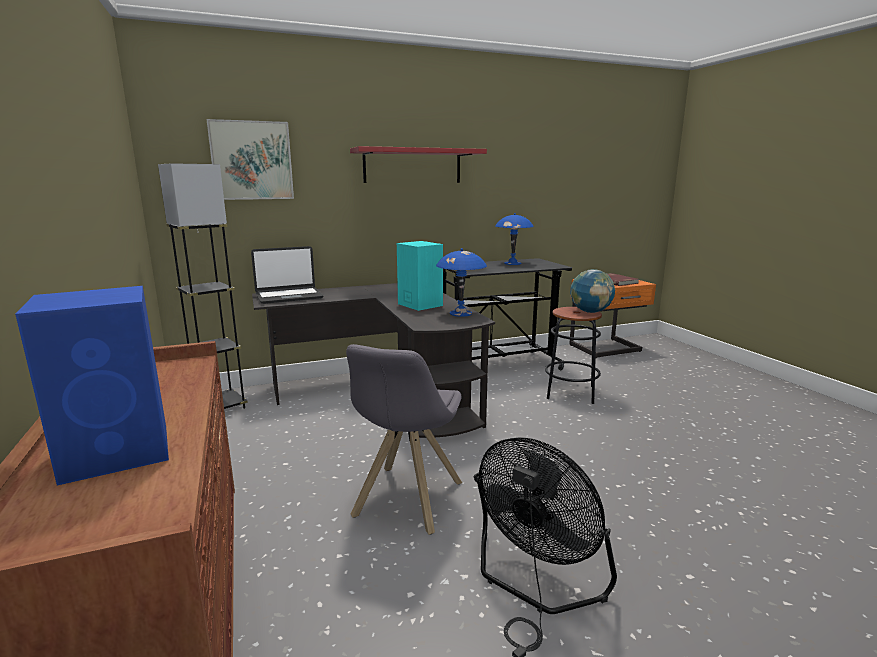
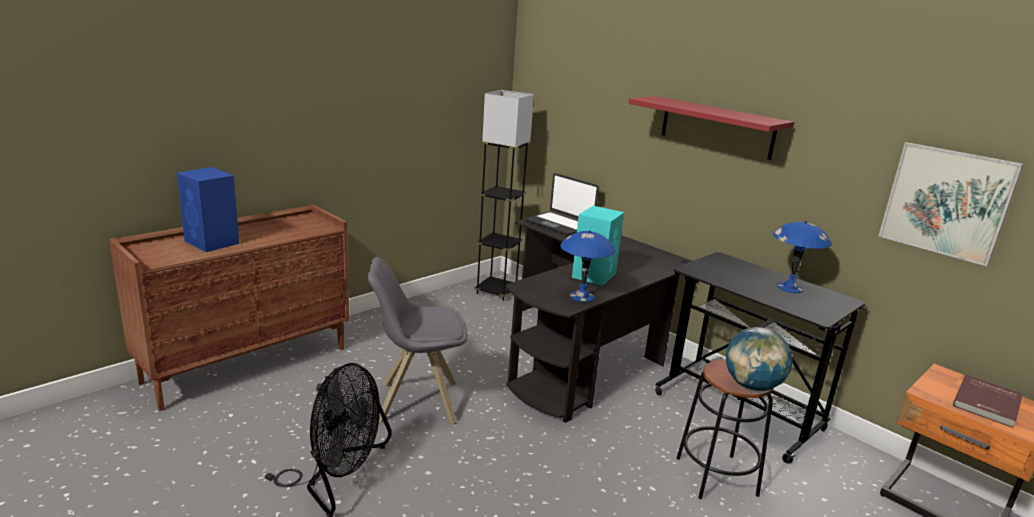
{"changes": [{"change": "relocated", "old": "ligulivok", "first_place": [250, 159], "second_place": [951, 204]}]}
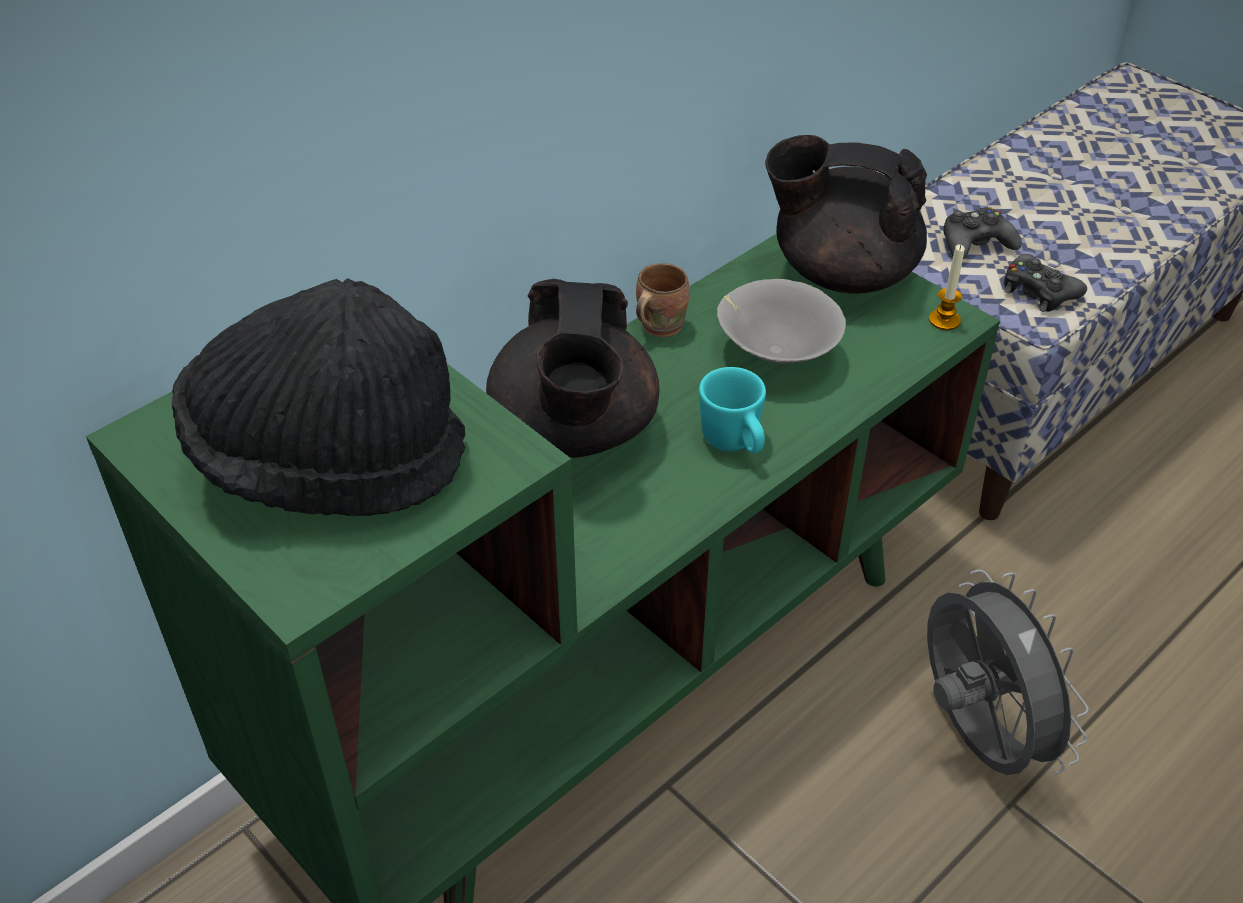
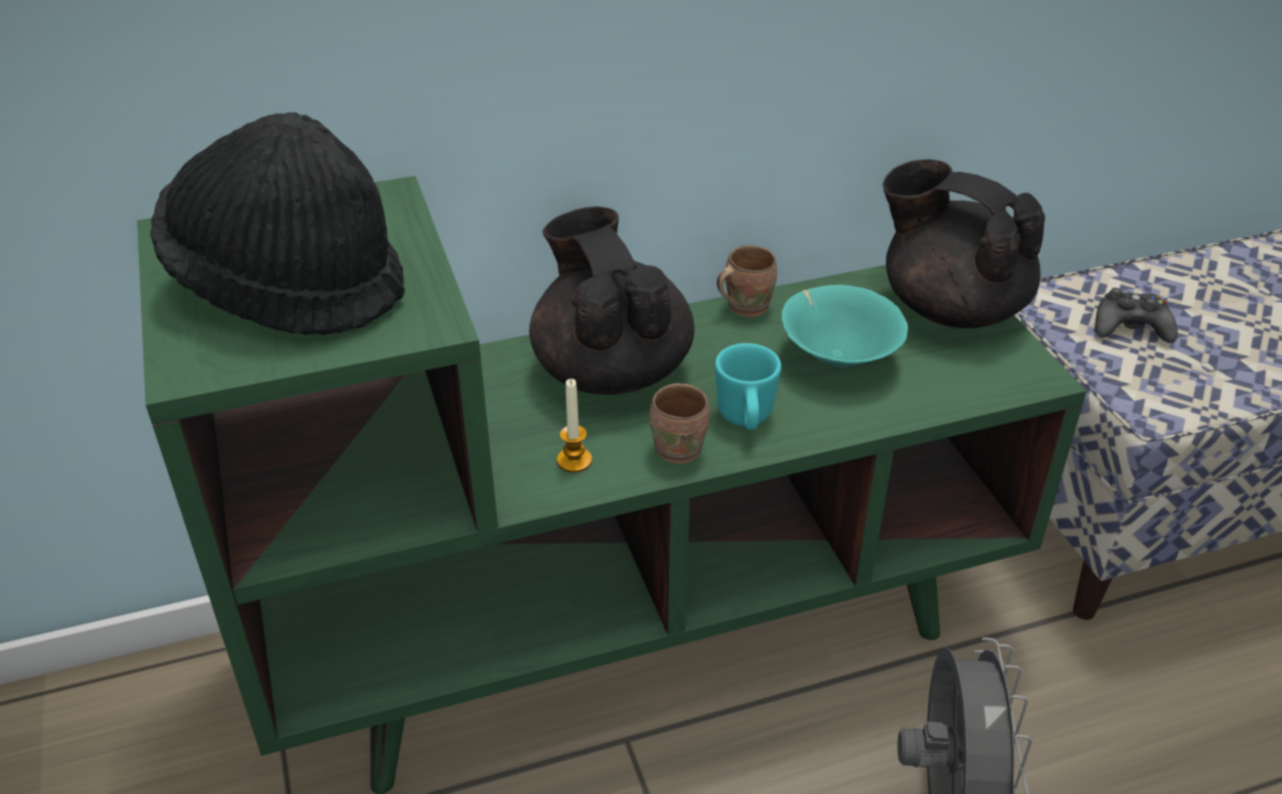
{"changes": [{"change": "relocated", "old": "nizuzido", "first_place": [947, 287], "second_place": [574, 426]}, {"change": "missing", "old": "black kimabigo", "first_place": [1045, 283]}, {"change": "spun", "old": "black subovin", "first_place": [572, 368], "second_place": [612, 301], "degrees": 135}, {"change": "colour", "old": "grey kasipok", "new": "turquoise kasipok", "first_place": [781, 321], "second_place": [844, 326]}, {"change": "appeared", "new": "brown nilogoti", "second_place": [679, 423]}]}
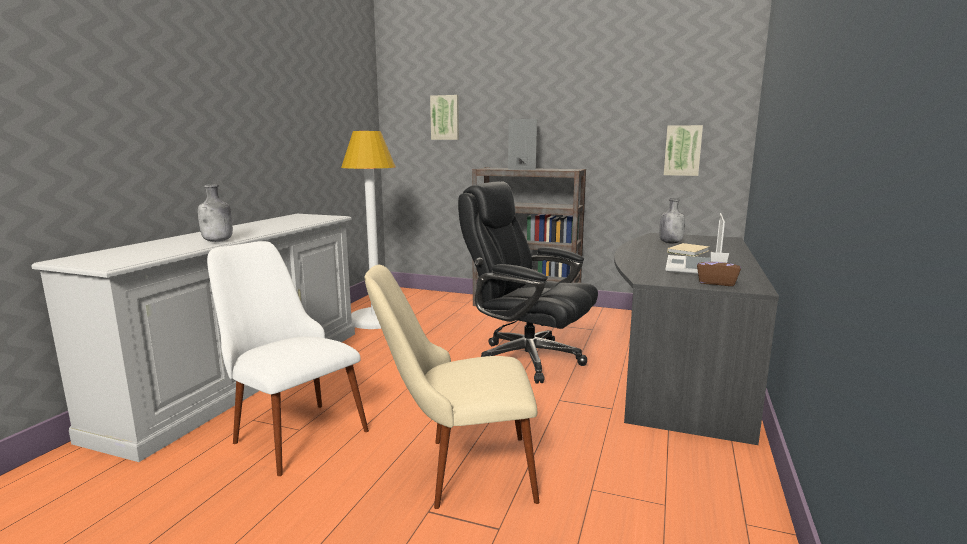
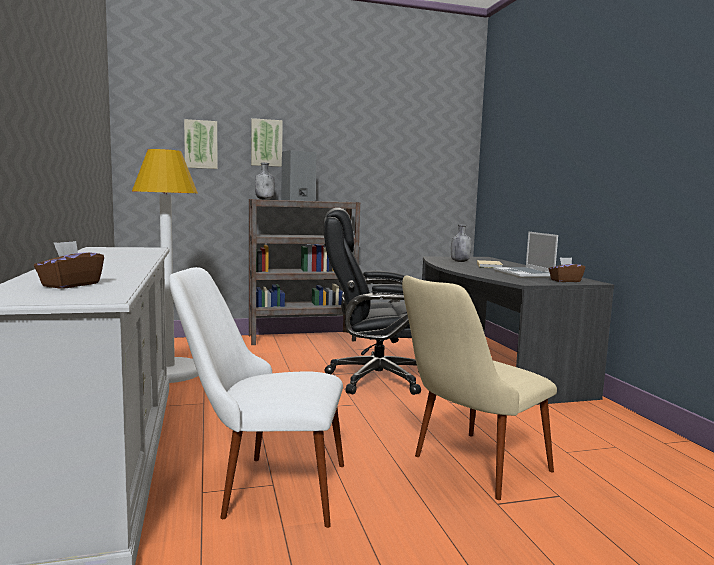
{"changes": [{"change": "relocated", "old": "ligulivok", "first_place": [683, 150], "second_place": [267, 142]}, {"change": "relocated", "old": "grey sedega", "first_place": [215, 213], "second_place": [265, 181]}, {"change": "appeared", "new": "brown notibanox", "second_place": [69, 265]}]}
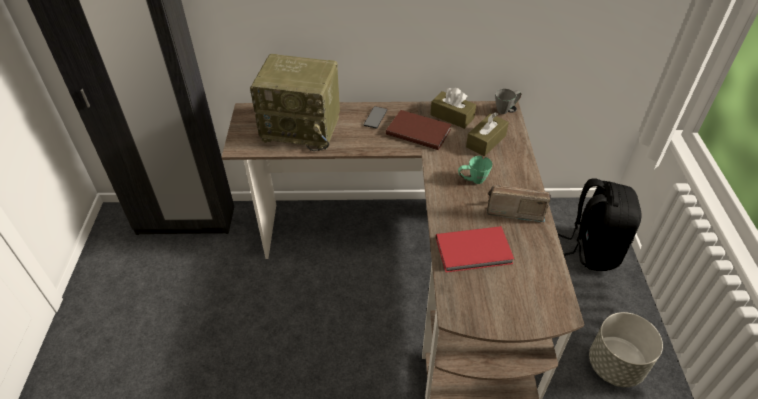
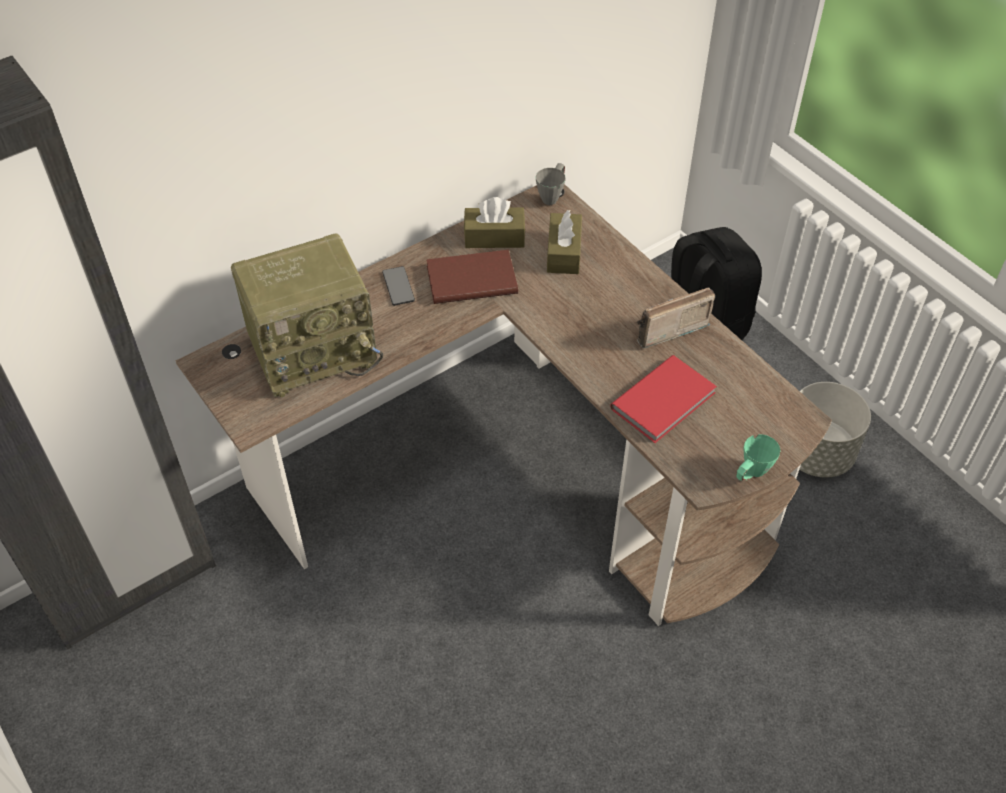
{"changes": [{"change": "relocated", "old": "green nilogoti", "first_place": [475, 170], "second_place": [758, 457]}]}
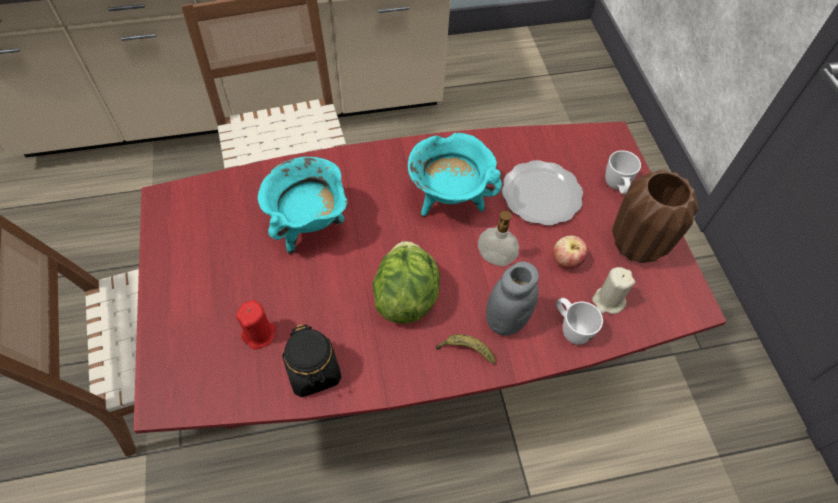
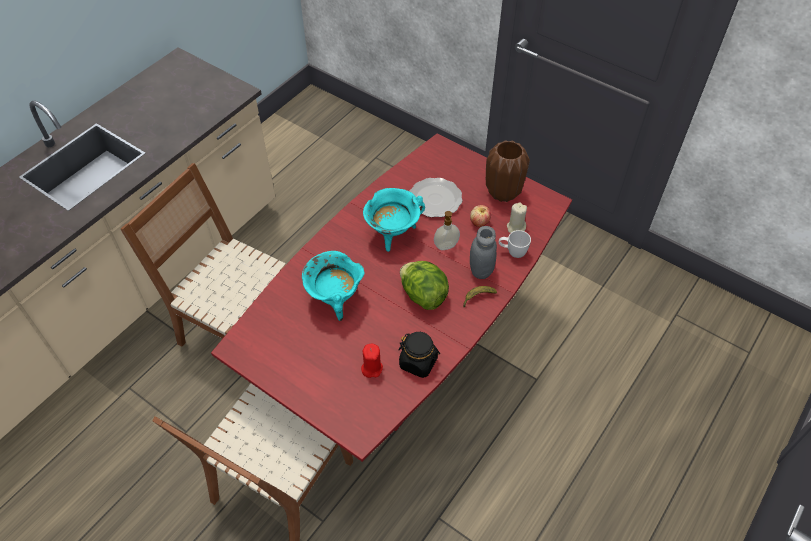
{"changes": [{"change": "missing", "old": "white nilogoti", "first_place": [623, 172]}]}
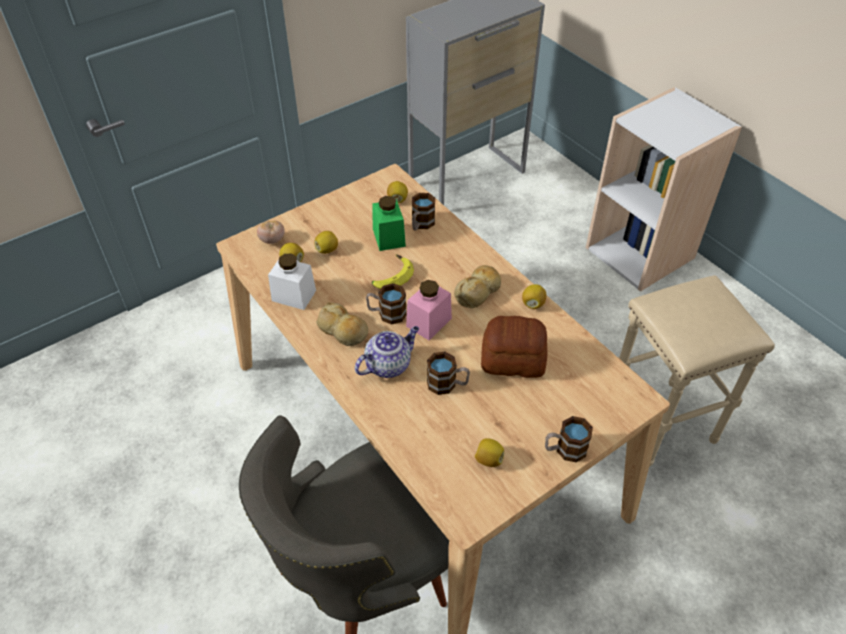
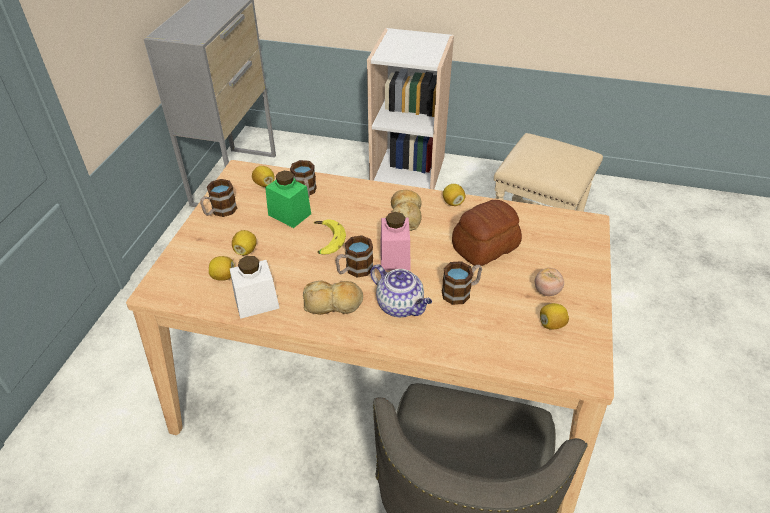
{"changes": [{"change": "relocated", "old": "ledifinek", "first_place": [271, 232], "second_place": [549, 282]}, {"change": "spun", "old": "subovin", "first_place": [387, 352], "second_place": [401, 290], "degrees": 120}, {"change": "relocated", "old": "nilogoti", "first_place": [569, 439], "second_place": [218, 198]}]}
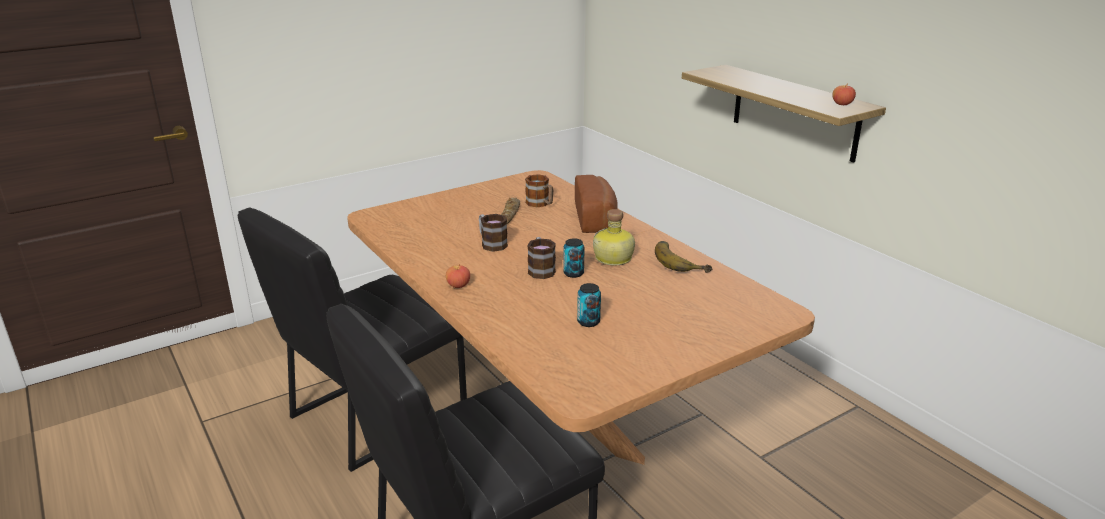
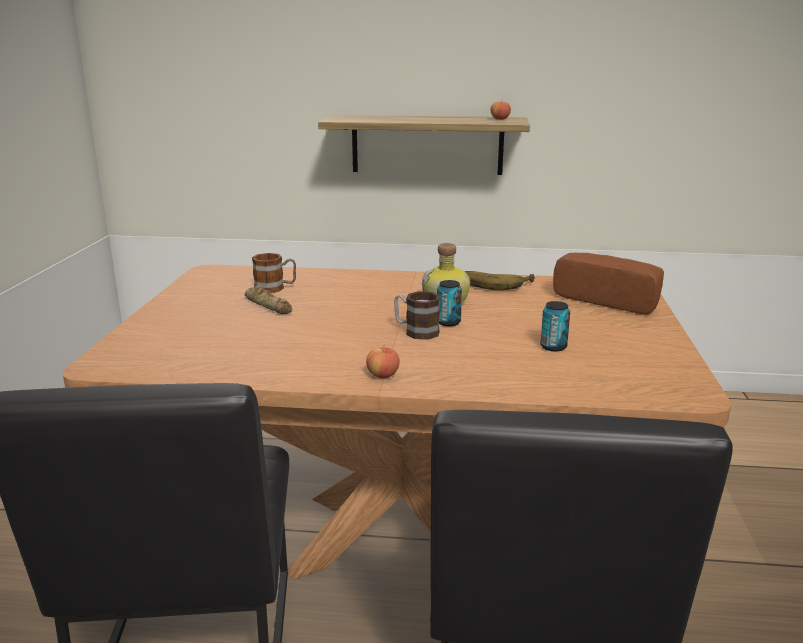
{"changes": [{"change": "relocated", "old": "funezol", "first_place": [596, 204], "second_place": [608, 283]}, {"change": "missing", "old": "nilogoti", "first_place": [493, 233]}]}
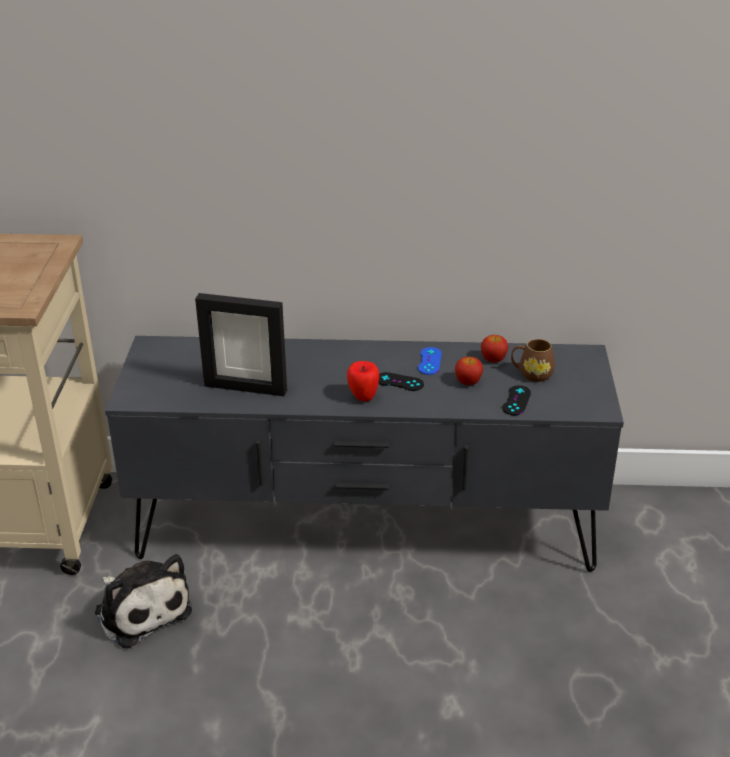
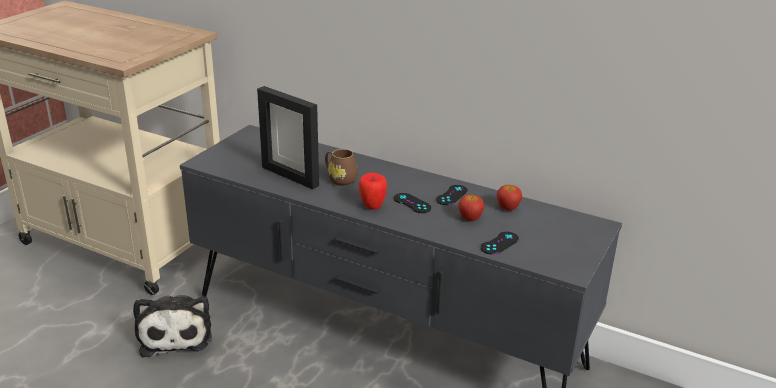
{"changes": [{"change": "relocated", "old": "brown nilogoti", "first_place": [533, 360], "second_place": [341, 167]}, {"change": "colour", "old": "blue kimabigo", "new": "black kimabigo", "first_place": [430, 361], "second_place": [452, 195]}]}
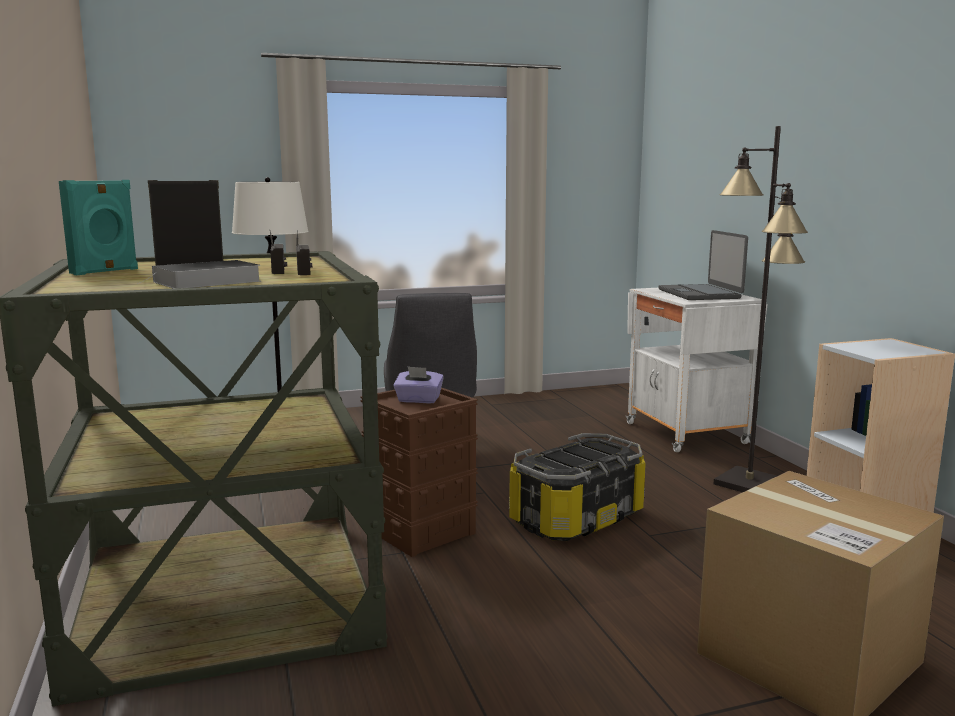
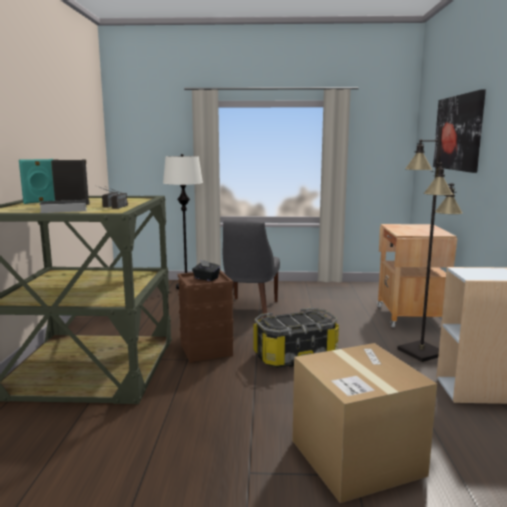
{"changes": [{"change": "missing", "old": "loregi", "first_place": [703, 265]}, {"change": "colour", "old": "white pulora", "new": "brown pulora", "first_place": [696, 370], "second_place": [417, 275]}, {"change": "colour", "old": "purple notibanox", "new": "black notibanox", "first_place": [418, 384], "second_place": [206, 270]}, {"change": "appeared", "new": "ligulivok", "second_place": [459, 131]}]}
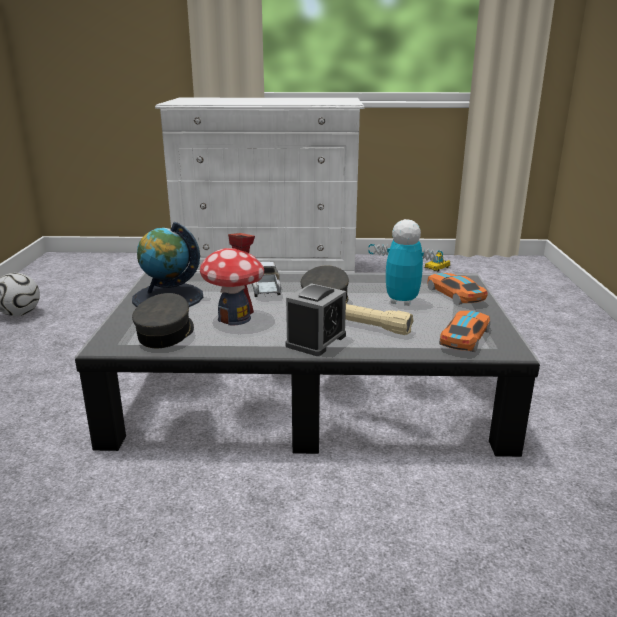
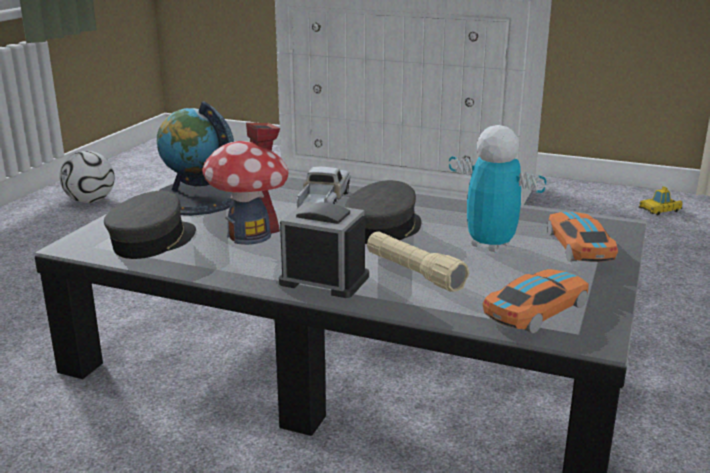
{"changes": [{"change": "spun", "old": "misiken", "first_place": [316, 319], "second_place": [324, 250], "degrees": -120}]}
